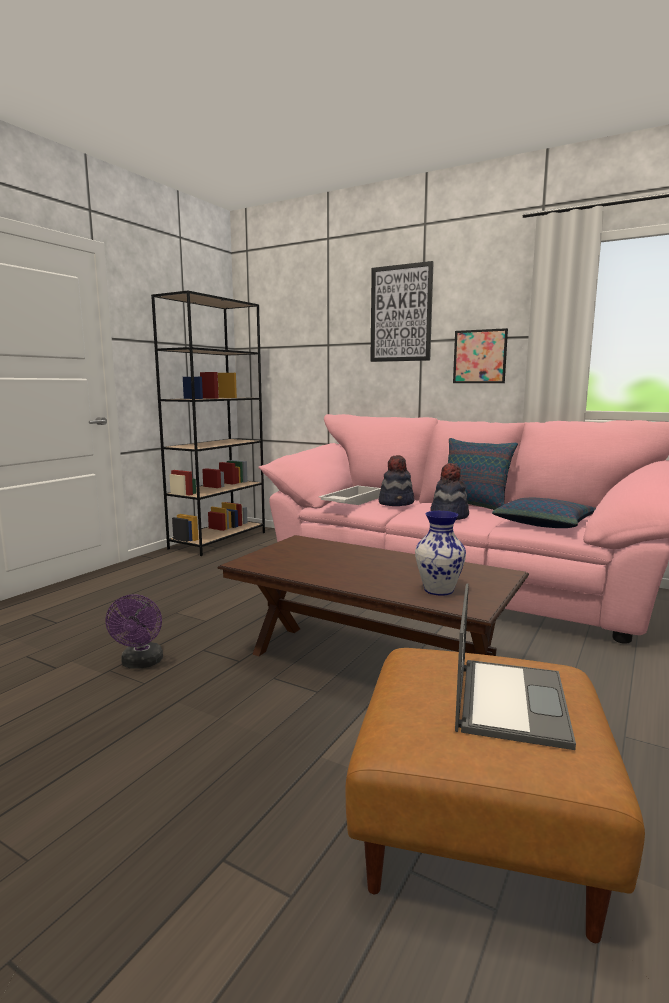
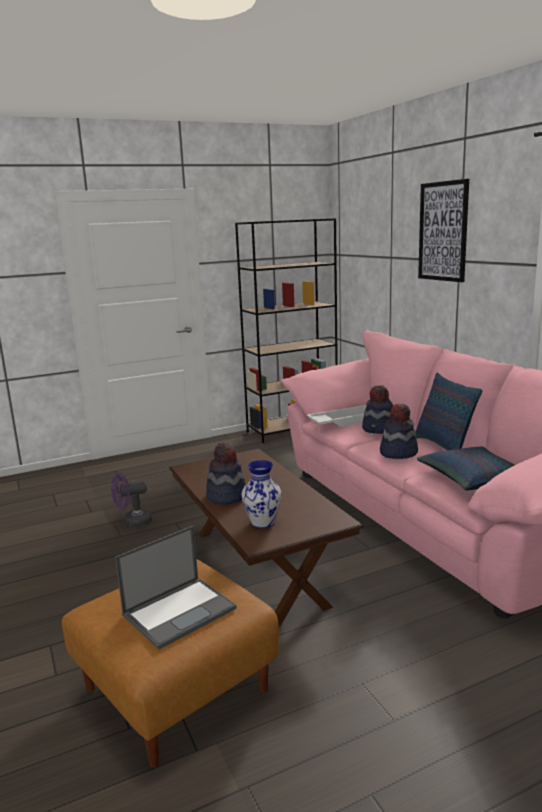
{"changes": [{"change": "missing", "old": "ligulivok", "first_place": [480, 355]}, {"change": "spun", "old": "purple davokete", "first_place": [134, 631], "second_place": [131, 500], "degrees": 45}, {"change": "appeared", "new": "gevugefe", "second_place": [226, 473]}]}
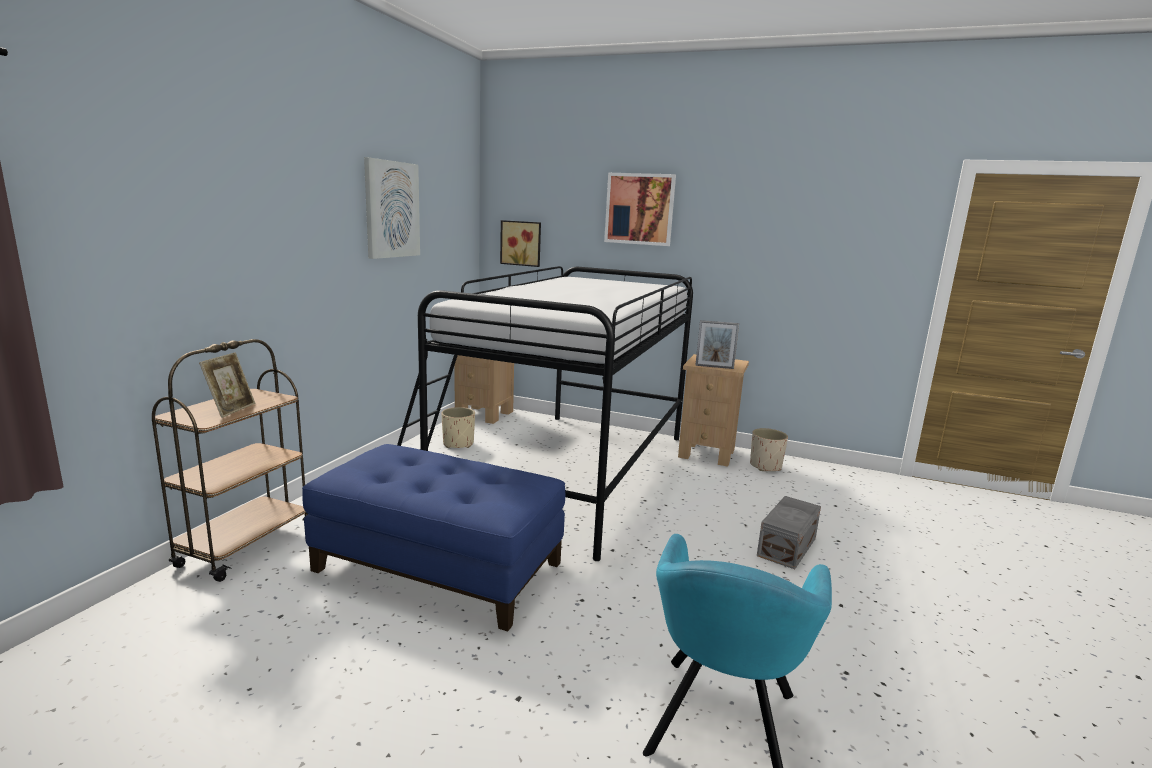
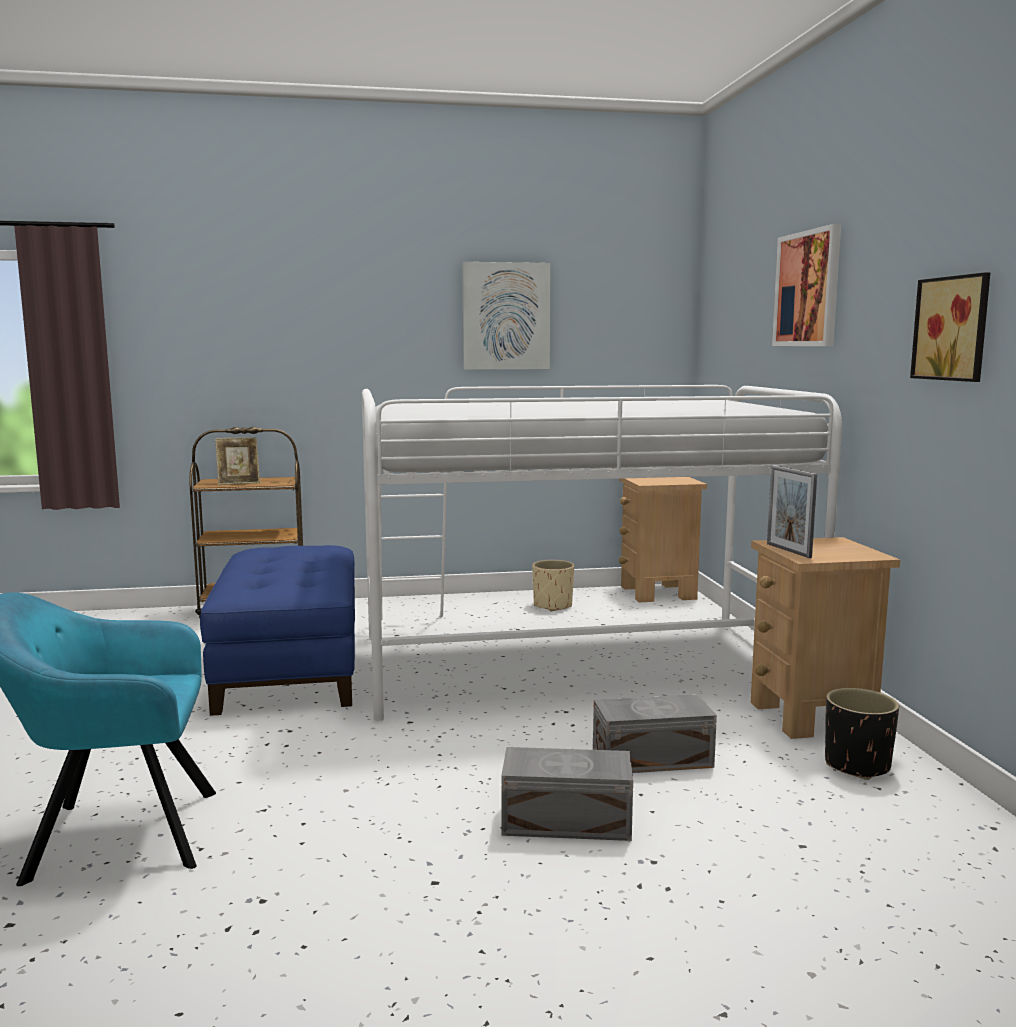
{"changes": [{"change": "relocated", "old": "ligulivok", "first_place": [520, 243], "second_place": [950, 327]}, {"change": "colour", "old": "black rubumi", "new": "white rubumi", "first_place": [545, 413], "second_place": [602, 553]}, {"change": "colour", "old": "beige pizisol", "new": "black pizisol", "first_place": [769, 449], "second_place": [862, 734]}, {"change": "appeared", "new": "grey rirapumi", "second_place": [655, 733]}]}
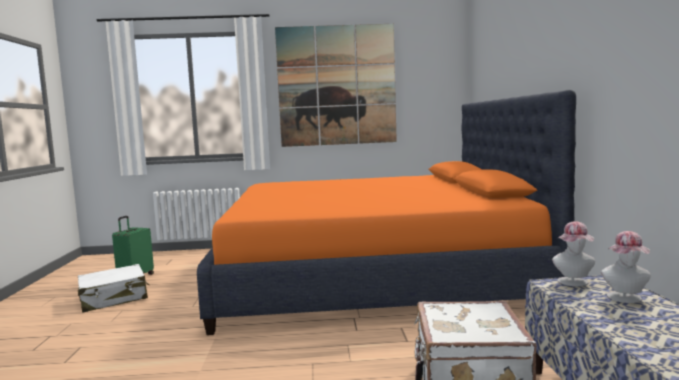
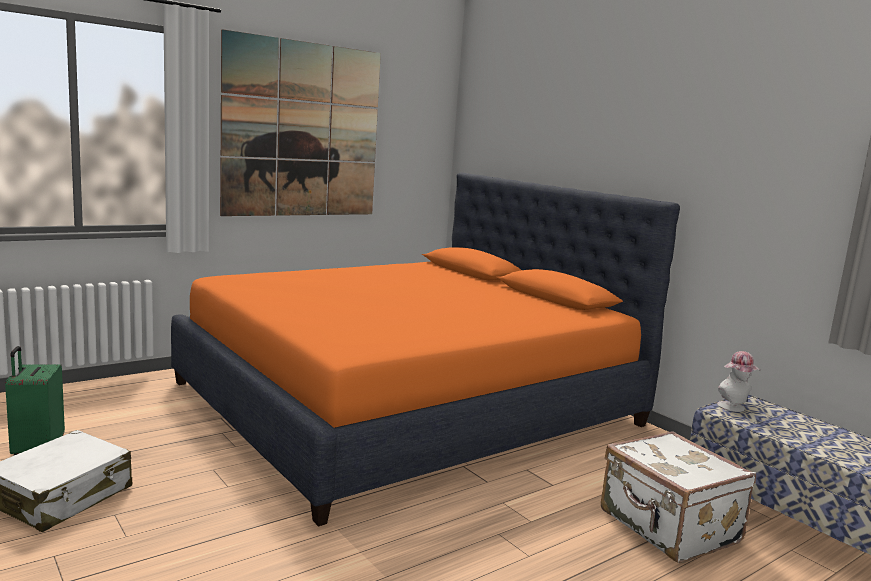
{"changes": [{"change": "missing", "old": "gevugefe", "first_place": [626, 267]}]}
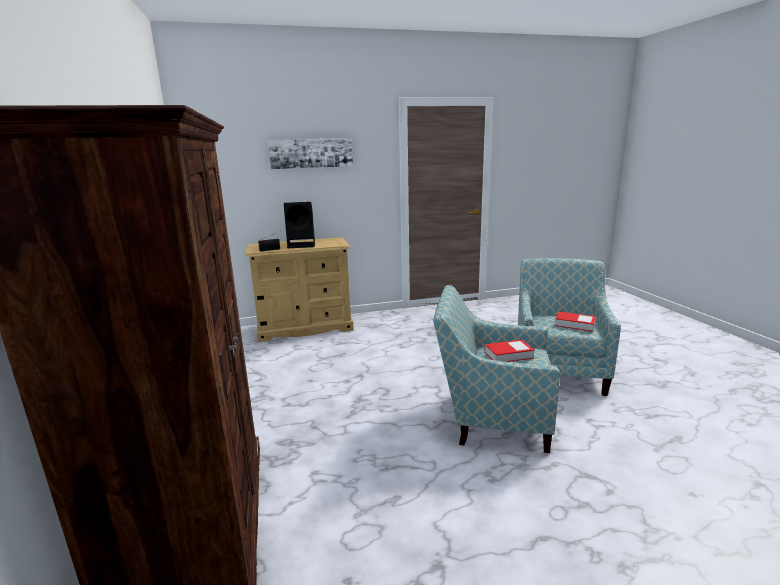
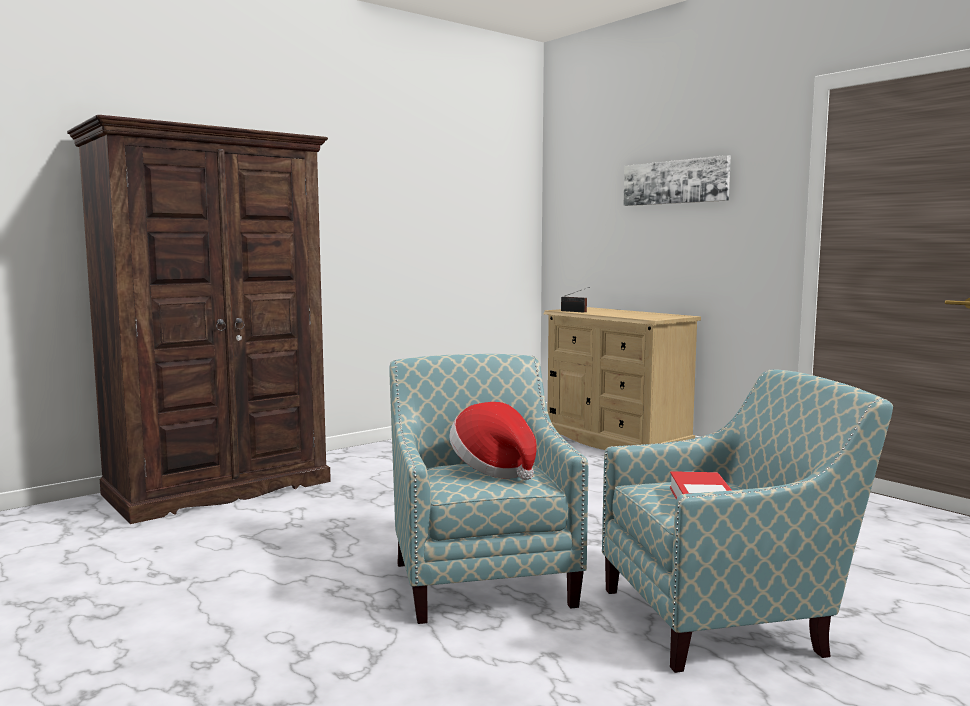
{"changes": [{"change": "missing", "old": "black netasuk", "first_place": [299, 225]}, {"change": "exchanged", "old": "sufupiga", "new": "gevugefe", "first_place": [509, 351], "second_place": [493, 441]}]}
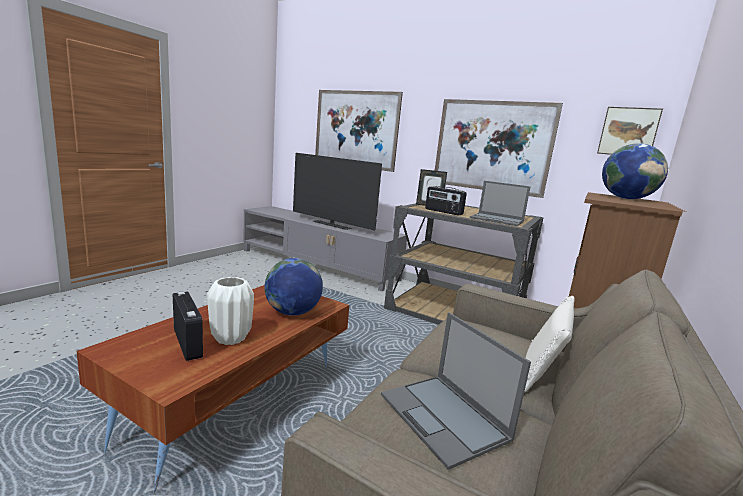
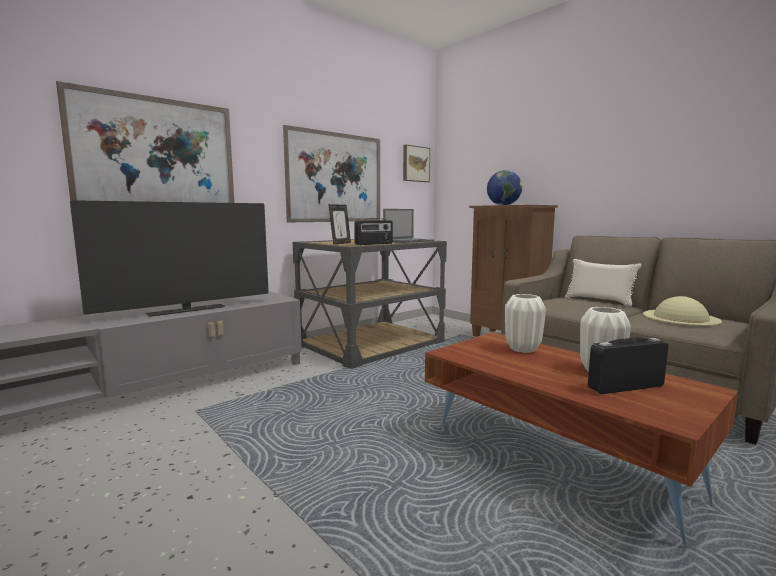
{"changes": [{"change": "exchanged", "old": "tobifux", "new": "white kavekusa", "first_place": [293, 287], "second_place": [525, 323]}, {"change": "exchanged", "old": "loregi", "new": "beige gevugefe", "first_place": [456, 391], "second_place": [682, 311]}]}
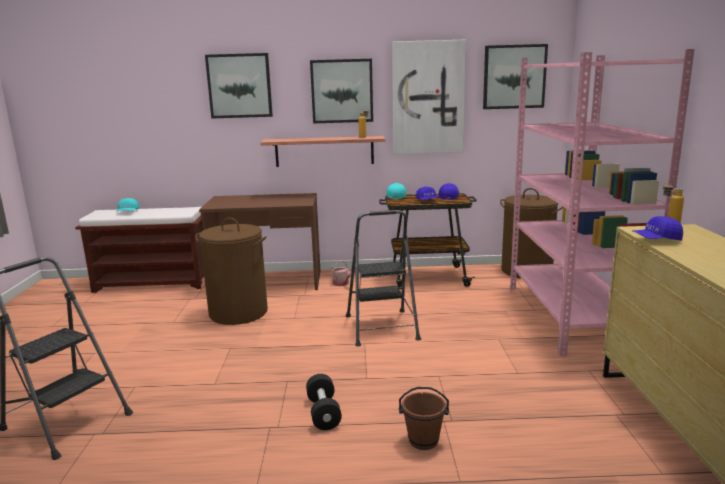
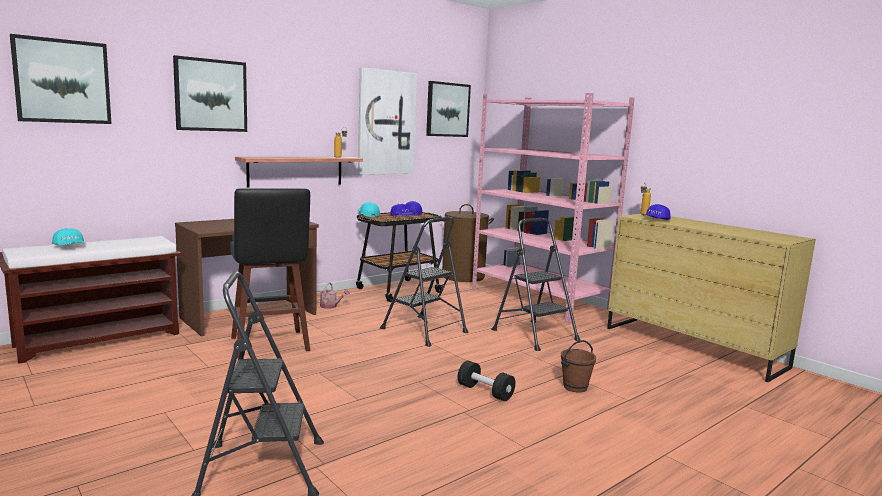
{"changes": [{"change": "relocated", "old": "ligulivok", "first_place": [341, 91], "second_place": [60, 79]}, {"change": "exchanged", "old": "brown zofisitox", "new": "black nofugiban", "first_place": [231, 271], "second_place": [270, 273]}, {"change": "appeared", "new": "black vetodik", "second_place": [536, 284]}]}
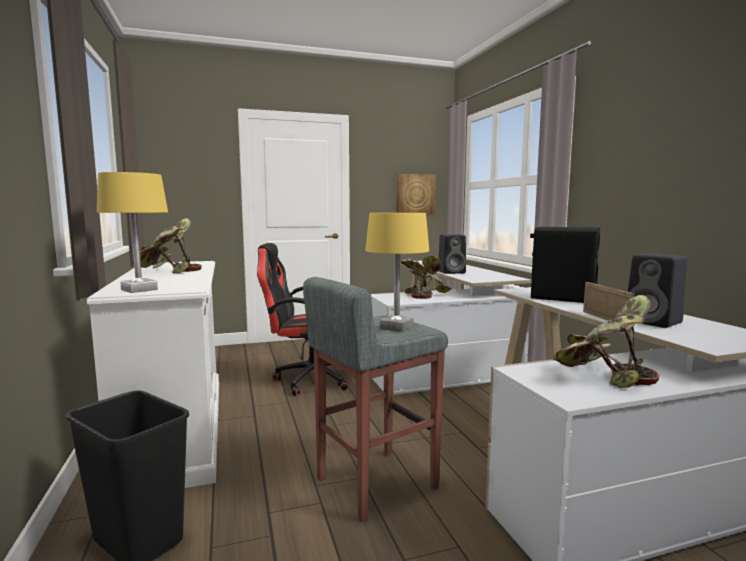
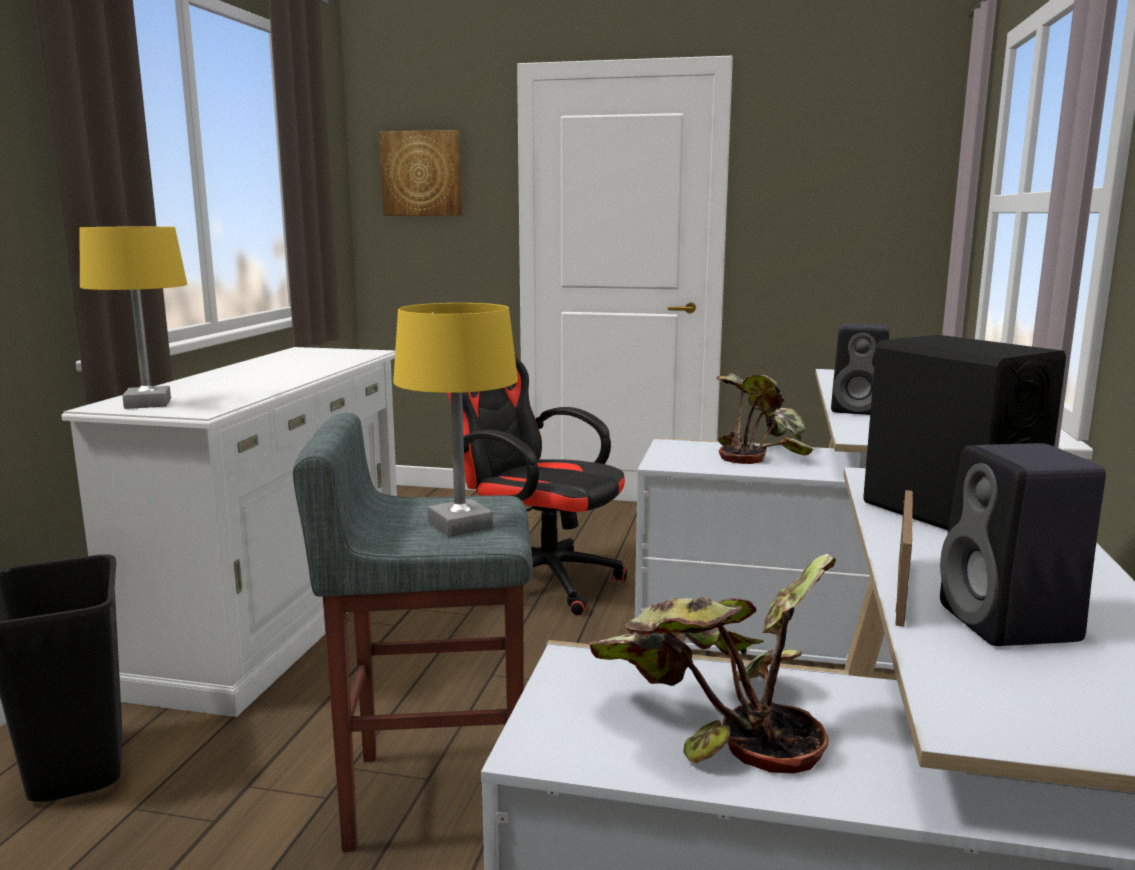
{"changes": [{"change": "relocated", "old": "ligulivok", "first_place": [416, 194], "second_place": [420, 173]}, {"change": "missing", "old": "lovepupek", "first_place": [167, 245]}]}
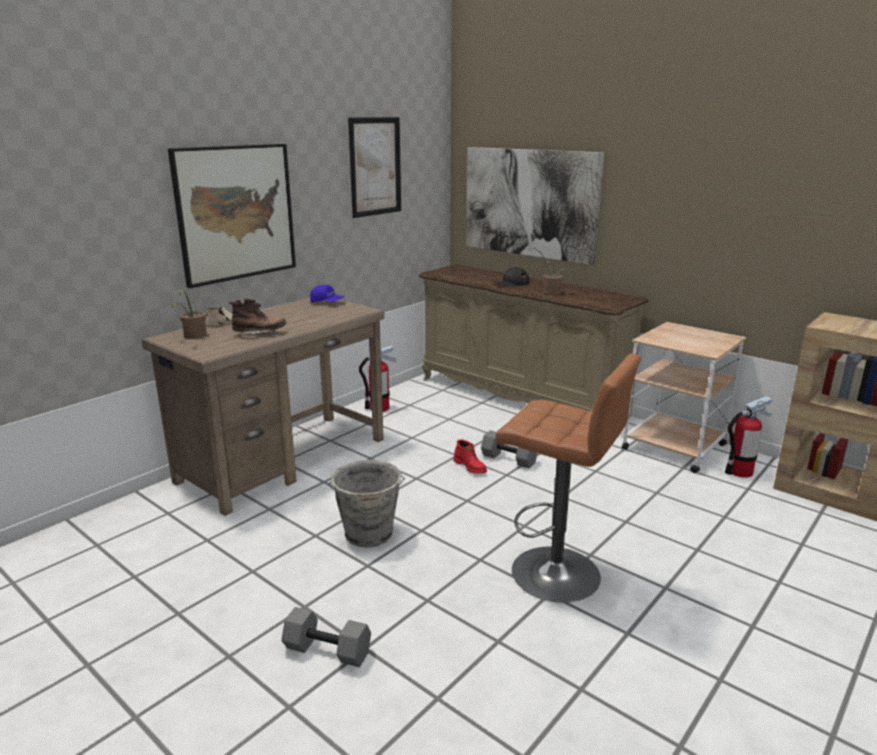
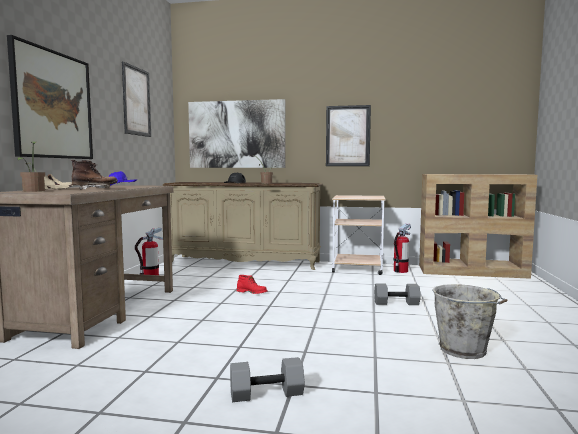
{"changes": [{"change": "missing", "old": "brown nofugiban", "first_place": [568, 478]}, {"change": "relocated", "old": "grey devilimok", "first_place": [509, 449], "second_place": [397, 294]}, {"change": "relocated", "old": "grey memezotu", "first_place": [366, 504], "second_place": [470, 321]}, {"change": "appeared", "new": "ligulivok", "second_place": [348, 135]}]}
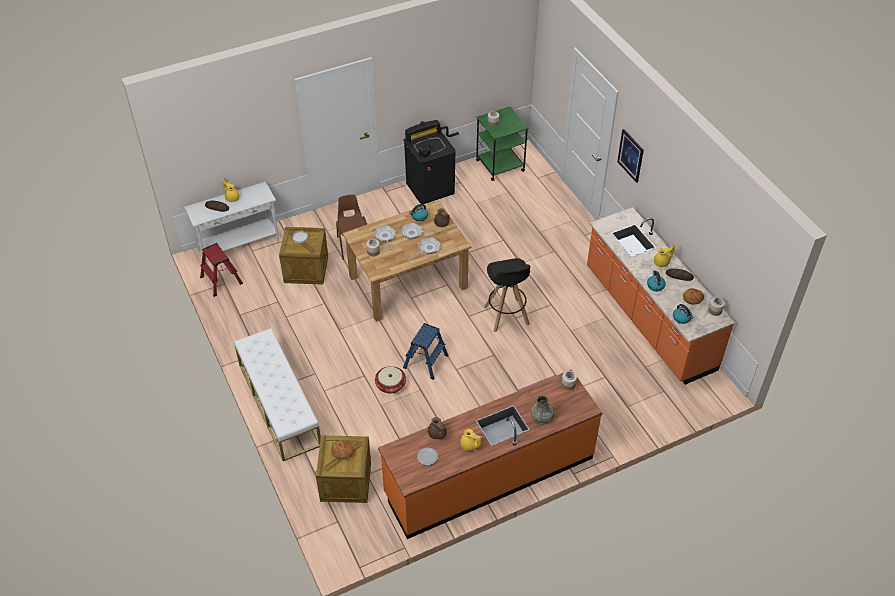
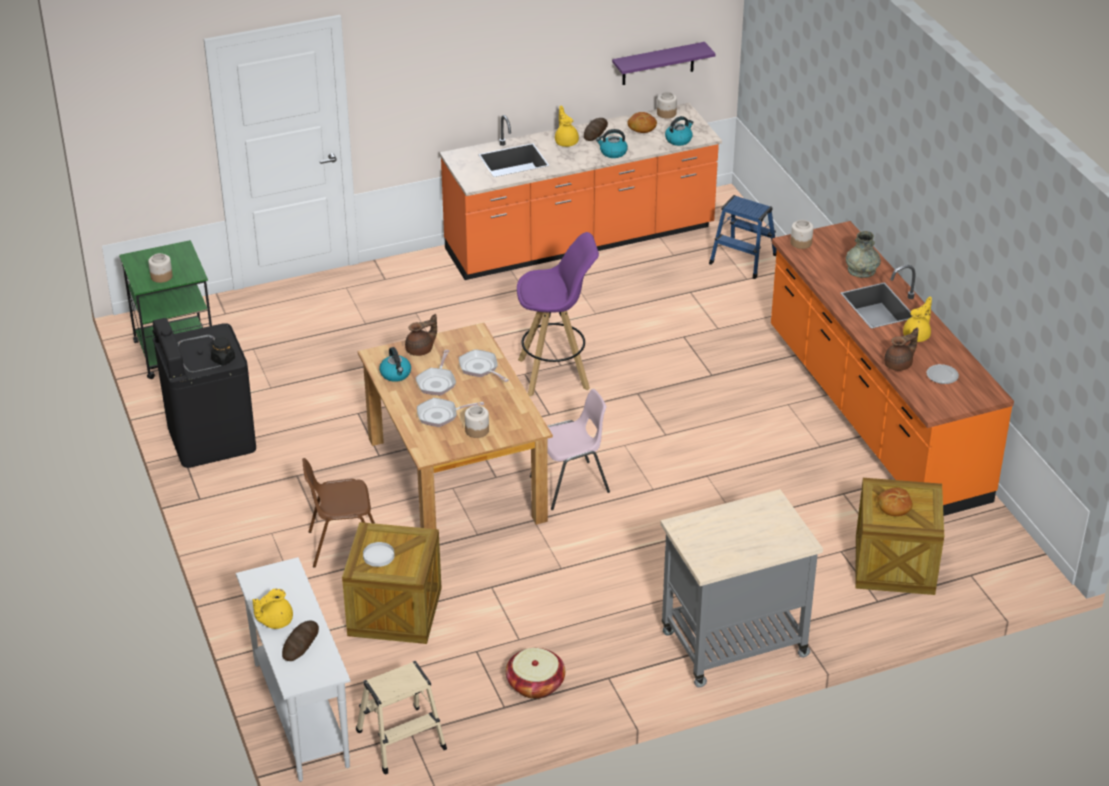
{"changes": [{"change": "missing", "old": "ligulivok", "first_place": [630, 156]}, {"change": "colour", "old": "red vetodik", "new": "beige vetodik", "first_place": [221, 270], "second_place": [401, 717]}, {"change": "colour", "old": "black nofugiban", "new": "purple nofugiban", "first_place": [507, 295], "second_place": [558, 314]}, {"change": "relocated", "old": "blue vetodik", "first_place": [426, 351], "second_place": [743, 237]}, {"change": "exchanged", "old": "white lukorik", "new": "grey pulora", "first_place": [277, 394], "second_place": [741, 588]}, {"change": "relocated", "old": "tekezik", "first_place": [390, 380], "second_place": [535, 673]}, {"change": "appeared", "new": "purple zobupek", "second_place": [664, 63]}, {"change": "appeared", "new": "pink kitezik", "second_place": [570, 449]}]}
